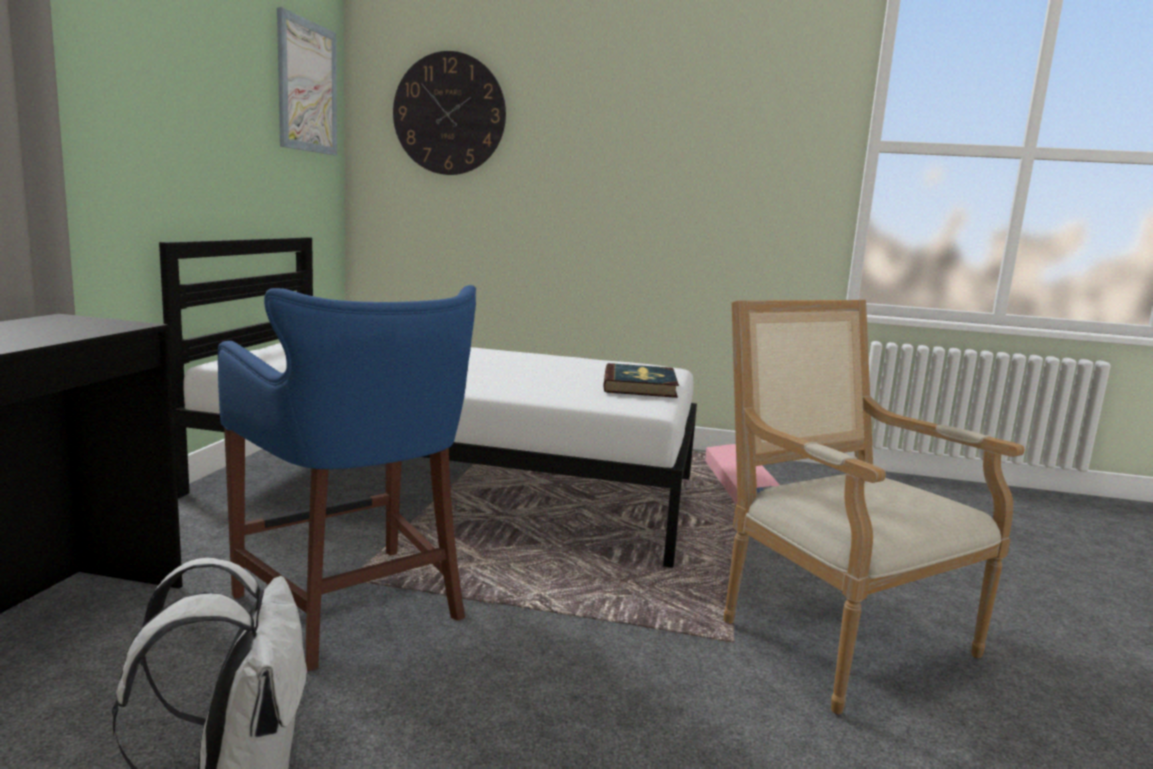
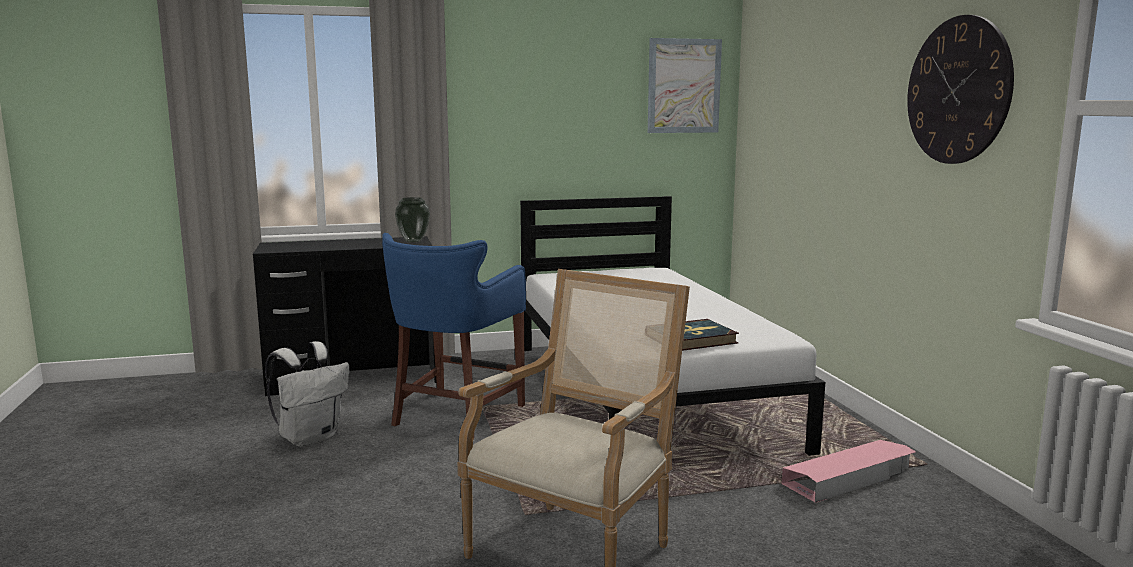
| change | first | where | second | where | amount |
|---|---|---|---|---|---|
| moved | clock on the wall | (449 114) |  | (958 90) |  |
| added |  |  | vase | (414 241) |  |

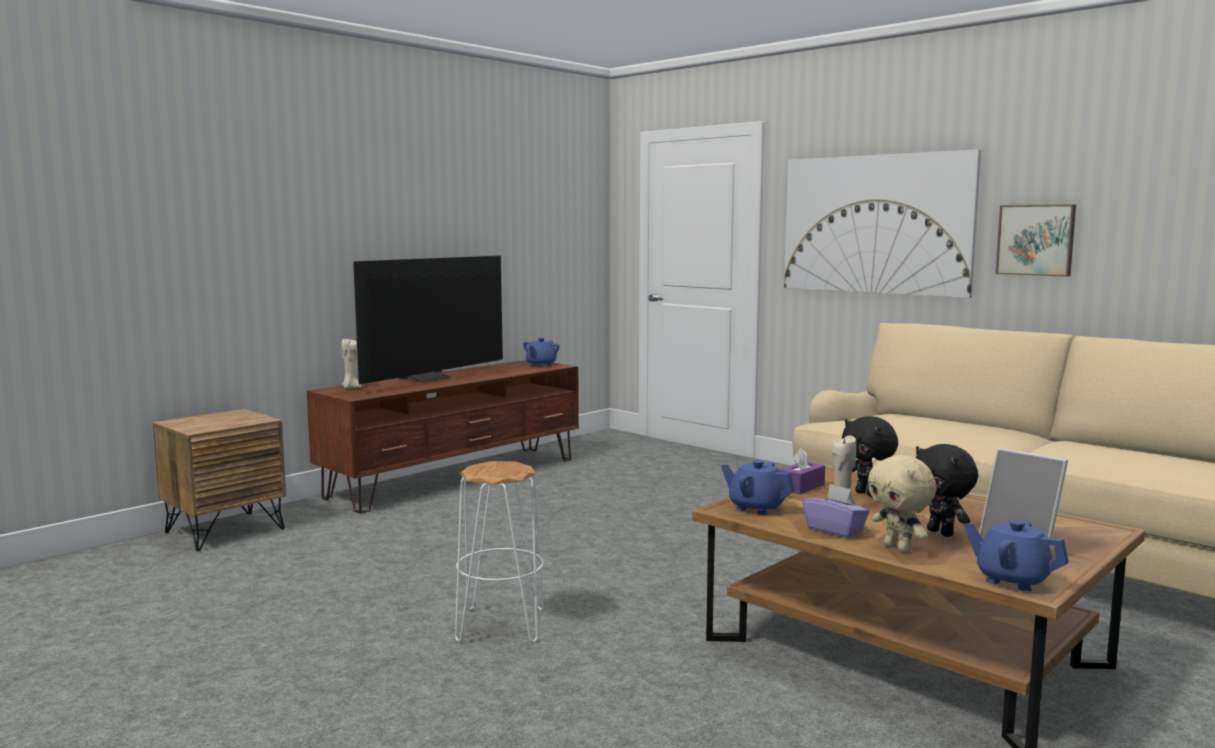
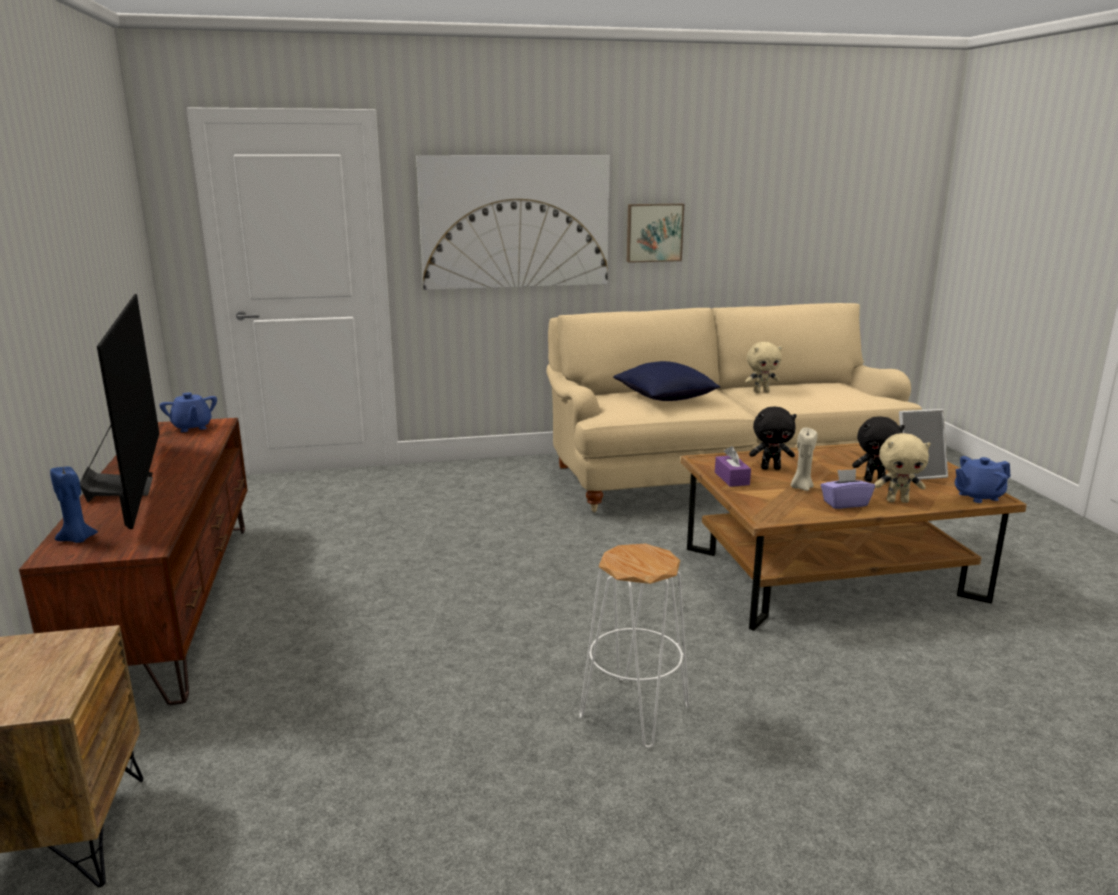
| change | first | where | second | where | amount |
|---|---|---|---|---|---|
| recoloured | sand-coloured wax light | (350 388) | blue wax light | (77 539) |  |
| removed | blue tea pot | (756 508) |  |  |  |
| added |  |  | sand-coloured cuddly toy | (761 392) |  |
| added |  |  | blue throw pillow | (665 398) |  |

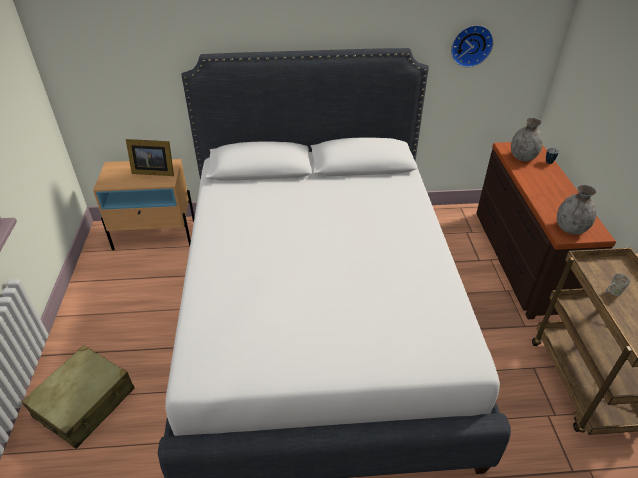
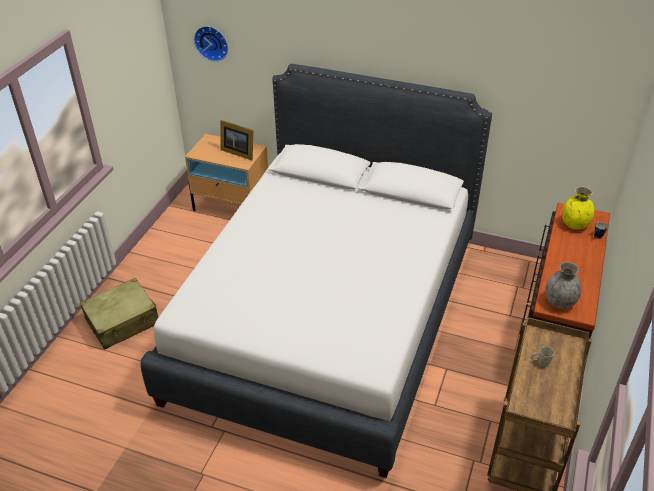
| change | first | where | second | where | amount |
|---|---|---|---|---|---|
| moved | clock on the wall | (471 45) |  | (212 42) |  |
| recoloured | grey vase | (522 157) | yellowish vase | (574 224) |  |

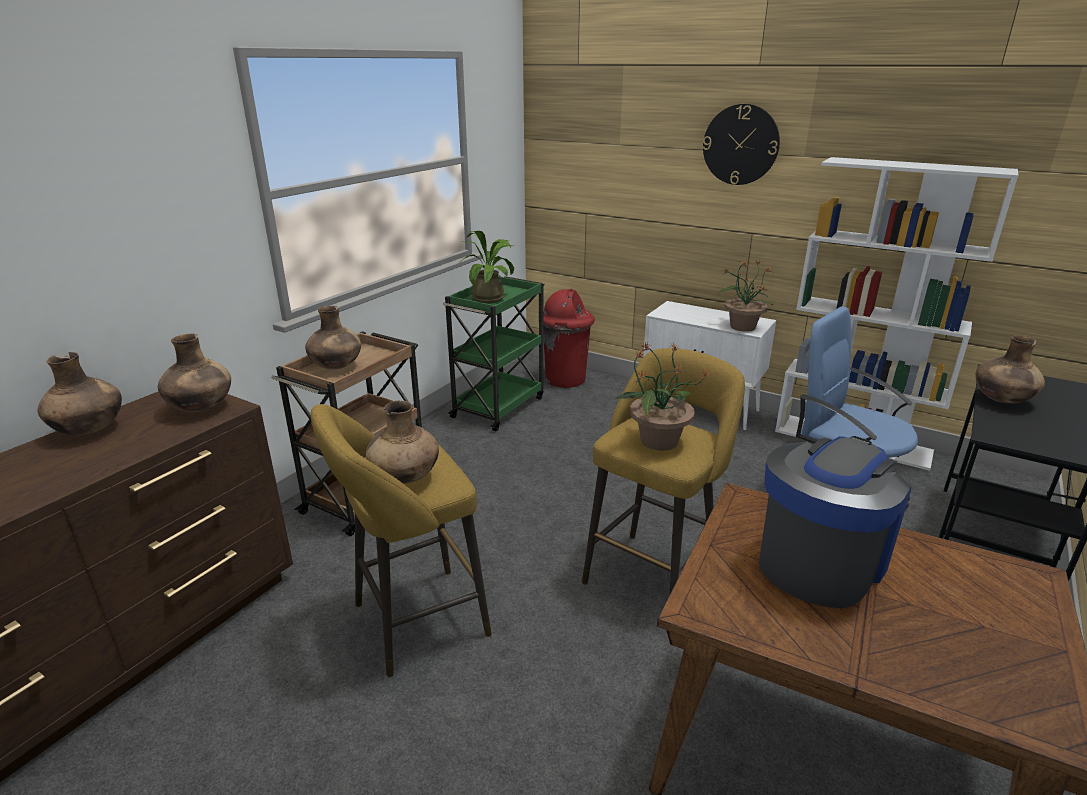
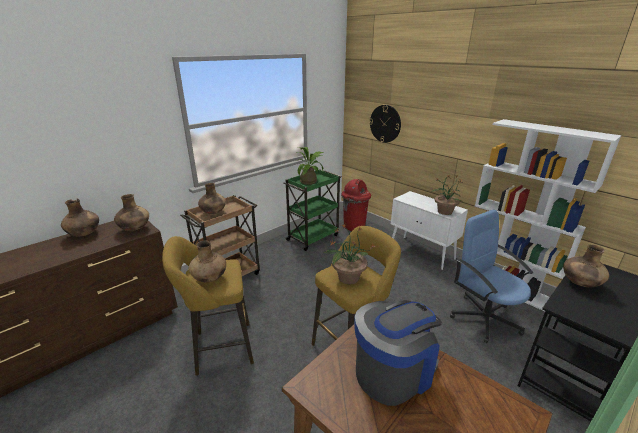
| change | first | where | second | where | amount |
|---|---|---|---|---|---|
| moved | clock on the wall | (740 145) |  | (385 123) |  |

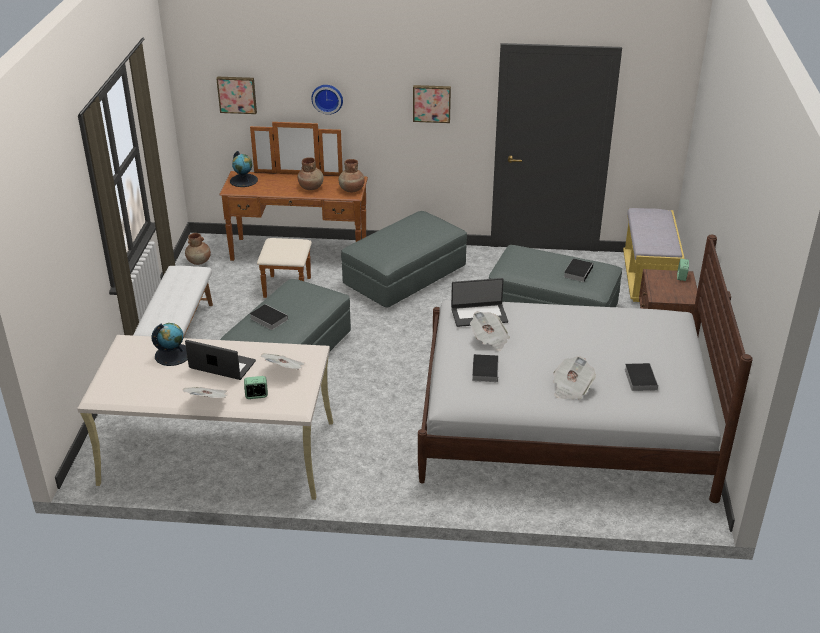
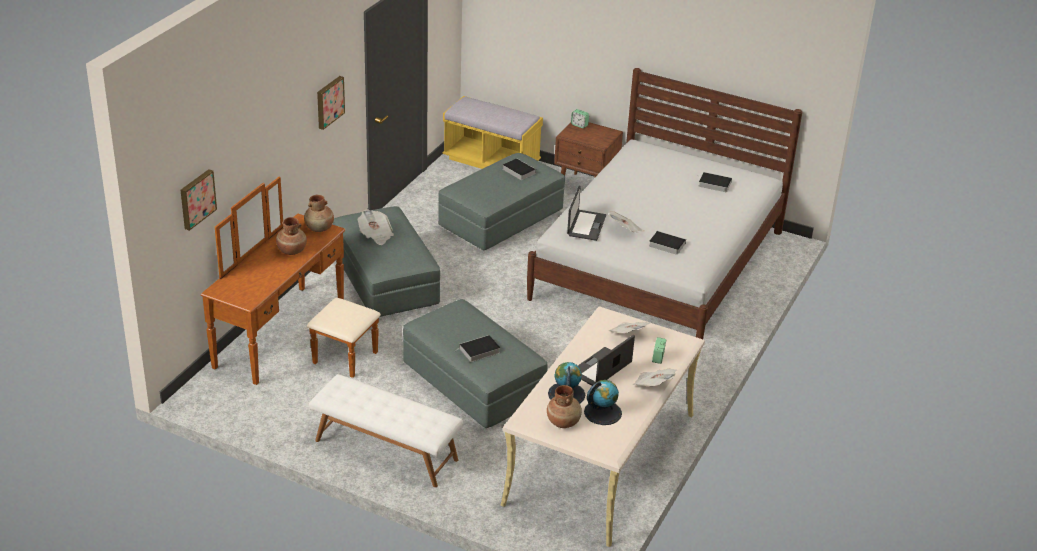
| change | first | where | second | where | amount |
|---|---|---|---|---|---|
| removed | clock on the wall | (327 98) |  |  |  |
| moved | globe | (244 180) |  | (602 412) |  |
| moved | brownish vase | (199 261) |  | (563 422) |  |
| moved | printed paper | (571 388) |  | (375 235) |  |

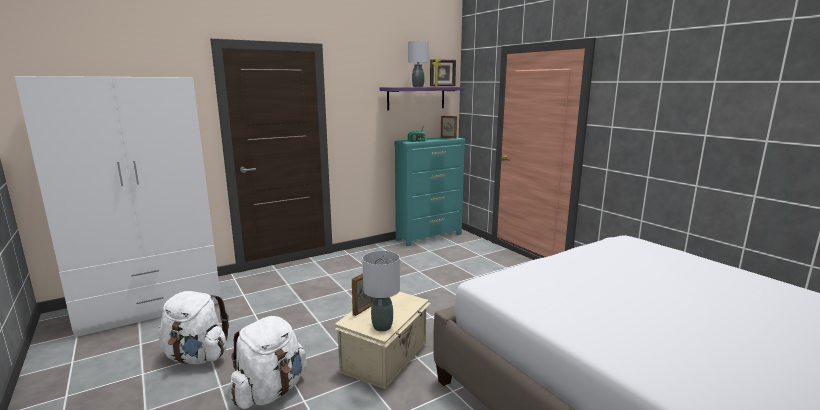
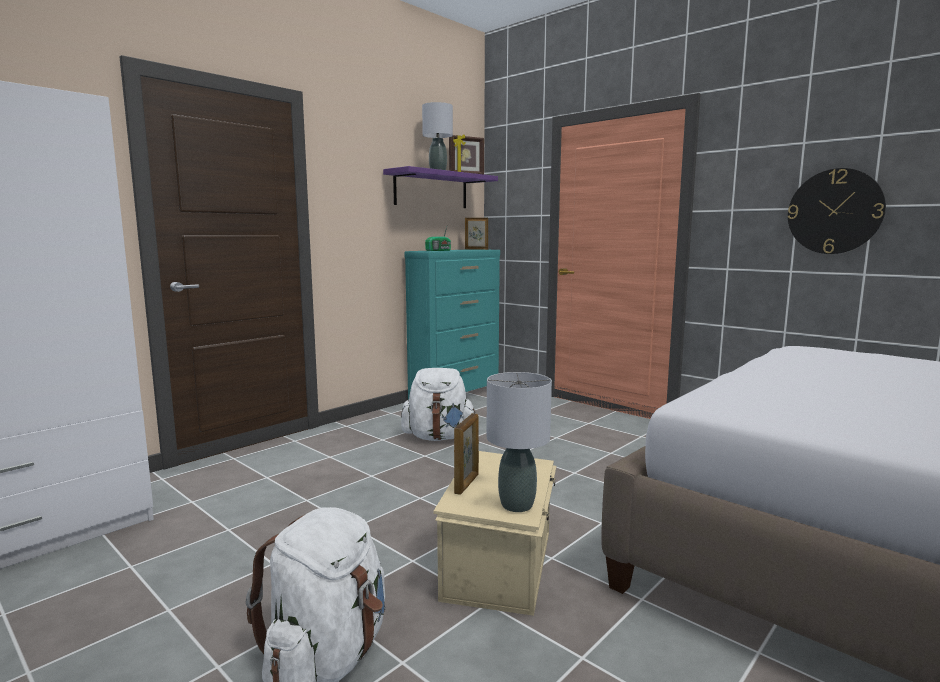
| change | first | where | second | where | amount |
|---|---|---|---|---|---|
| moved | white knapsack | (197 357) |  | (439 437) |  |
| added |  |  | clock on the wall | (834 211) |  |

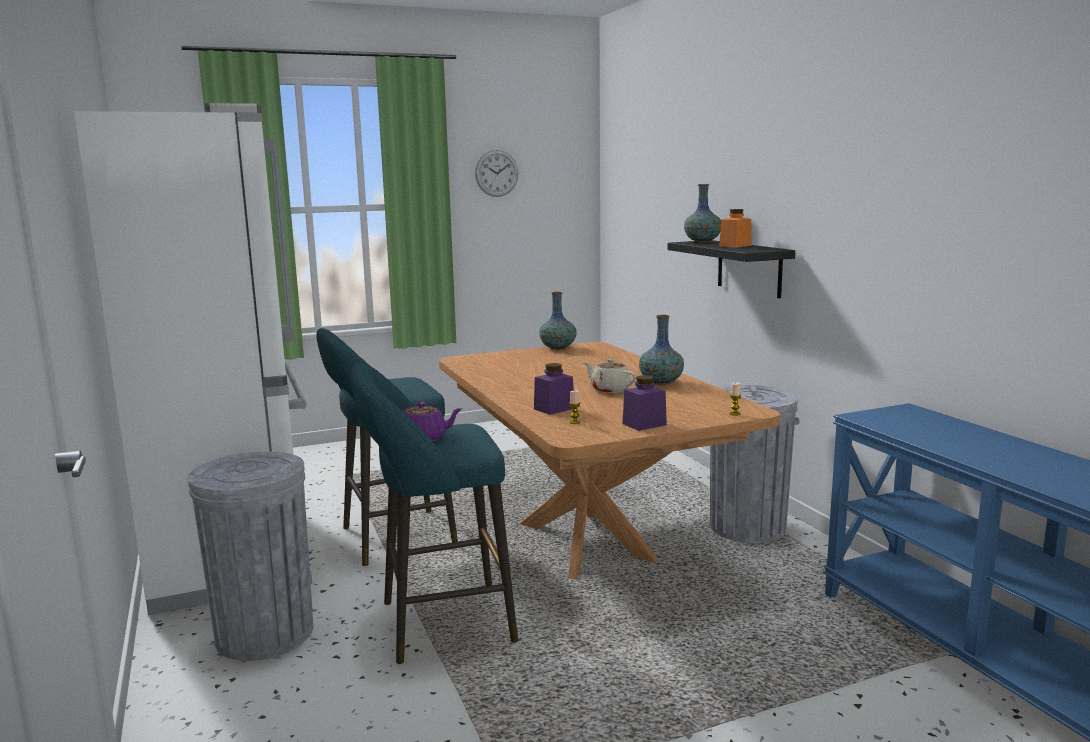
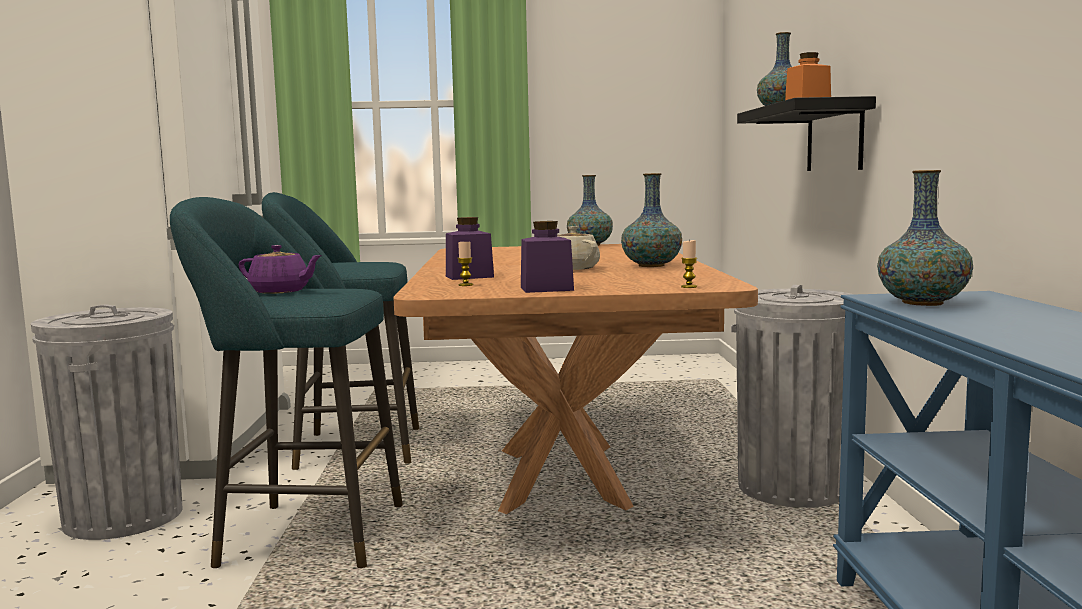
| change | first | where | second | where | amount |
|---|---|---|---|---|---|
| removed | clock on the wall | (496 173) |  |  |  |
| added |  |  | vase | (923 303) |  |

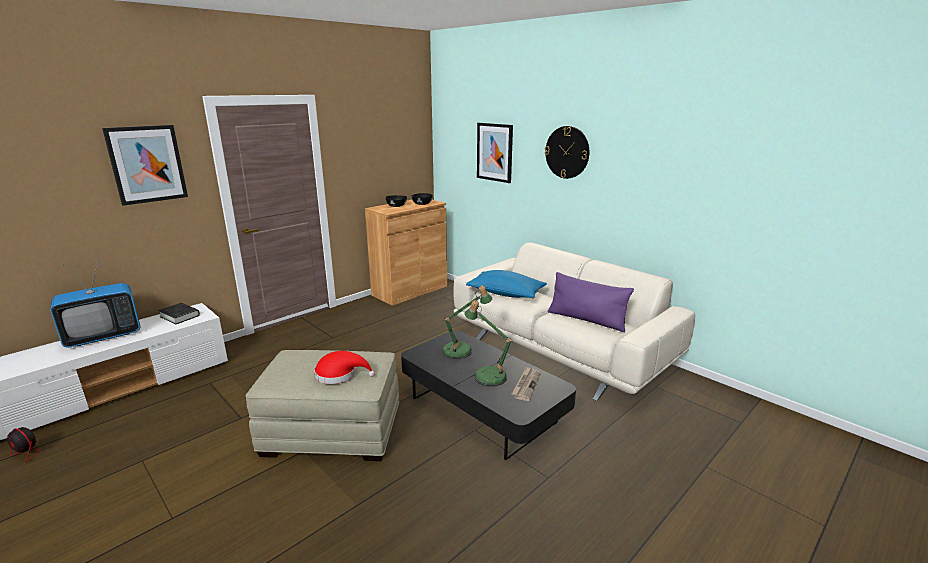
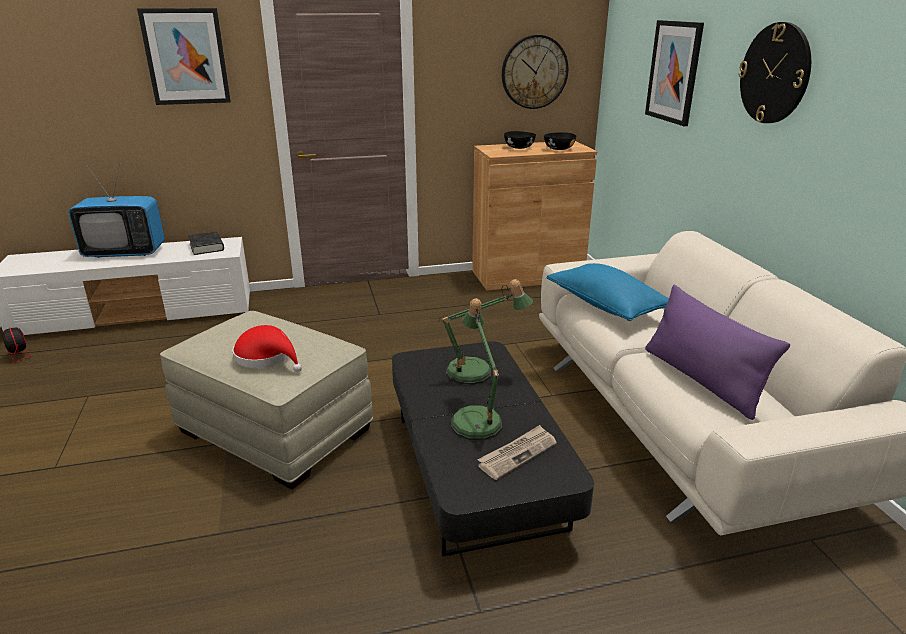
| change | first | where | second | where | amount |
|---|---|---|---|---|---|
| added |  |  | clock on the wall | (534 72) |  |

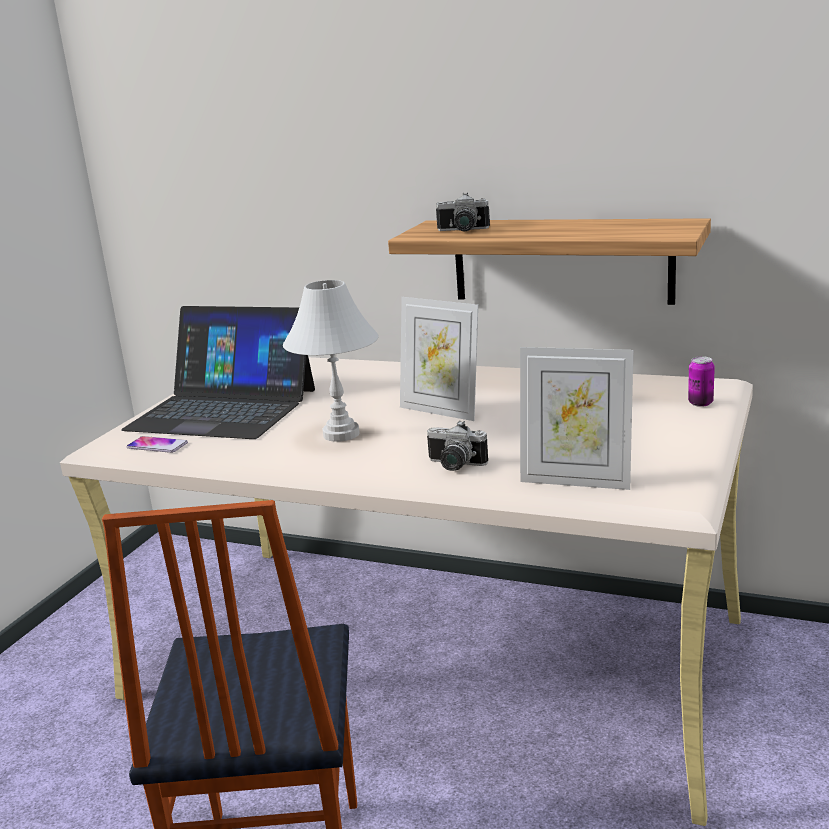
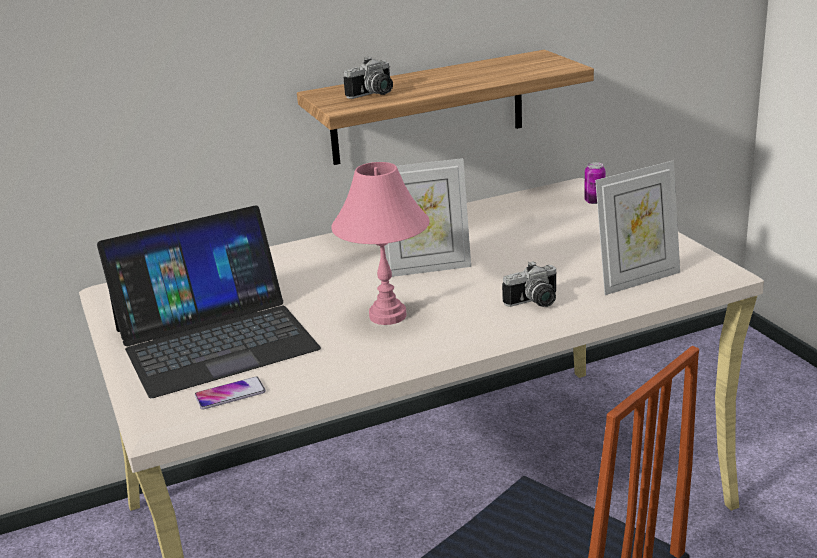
| change | first | where | second | where | amount |
|---|---|---|---|---|---|
| recoloured | white lamp for a table | (341 434) | pink lamp for a table | (387 315) |  |

